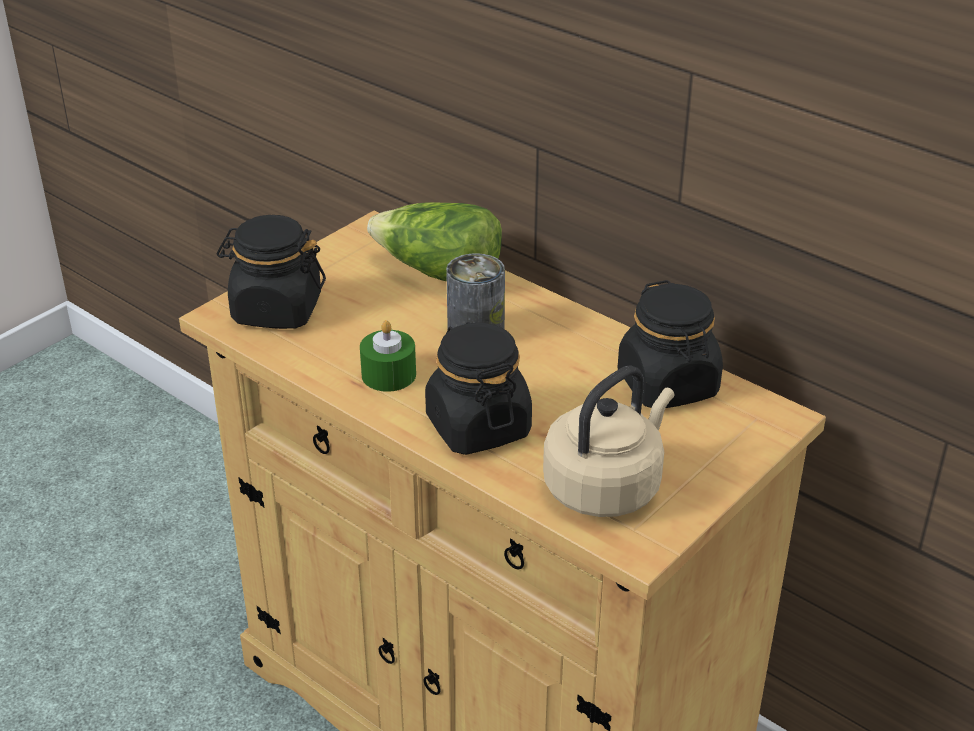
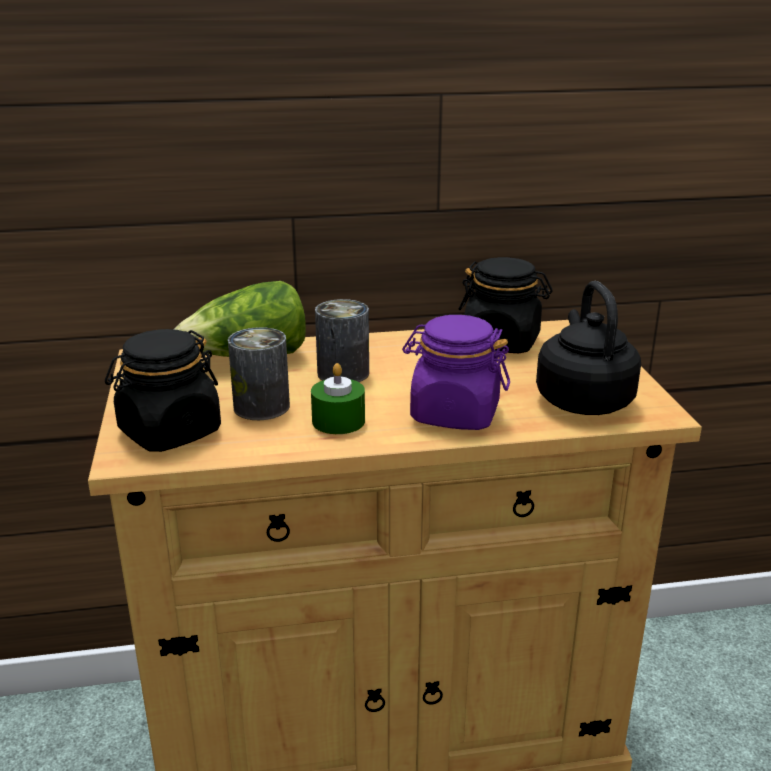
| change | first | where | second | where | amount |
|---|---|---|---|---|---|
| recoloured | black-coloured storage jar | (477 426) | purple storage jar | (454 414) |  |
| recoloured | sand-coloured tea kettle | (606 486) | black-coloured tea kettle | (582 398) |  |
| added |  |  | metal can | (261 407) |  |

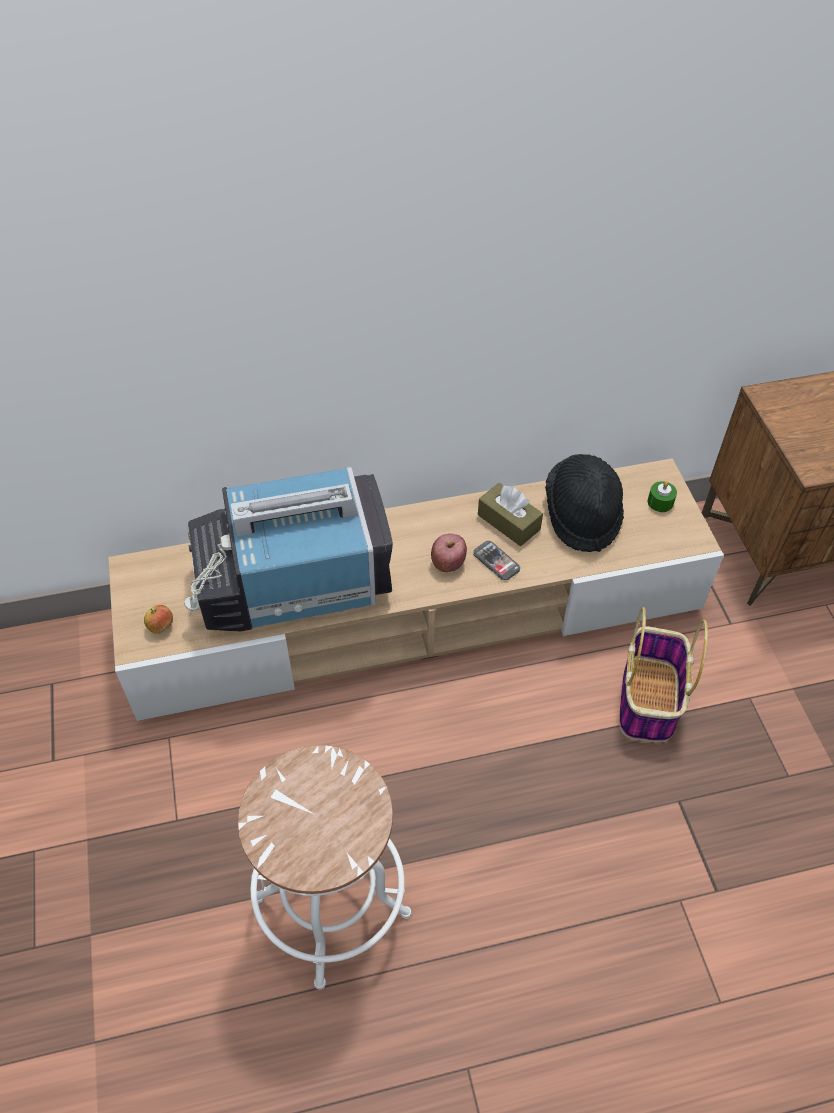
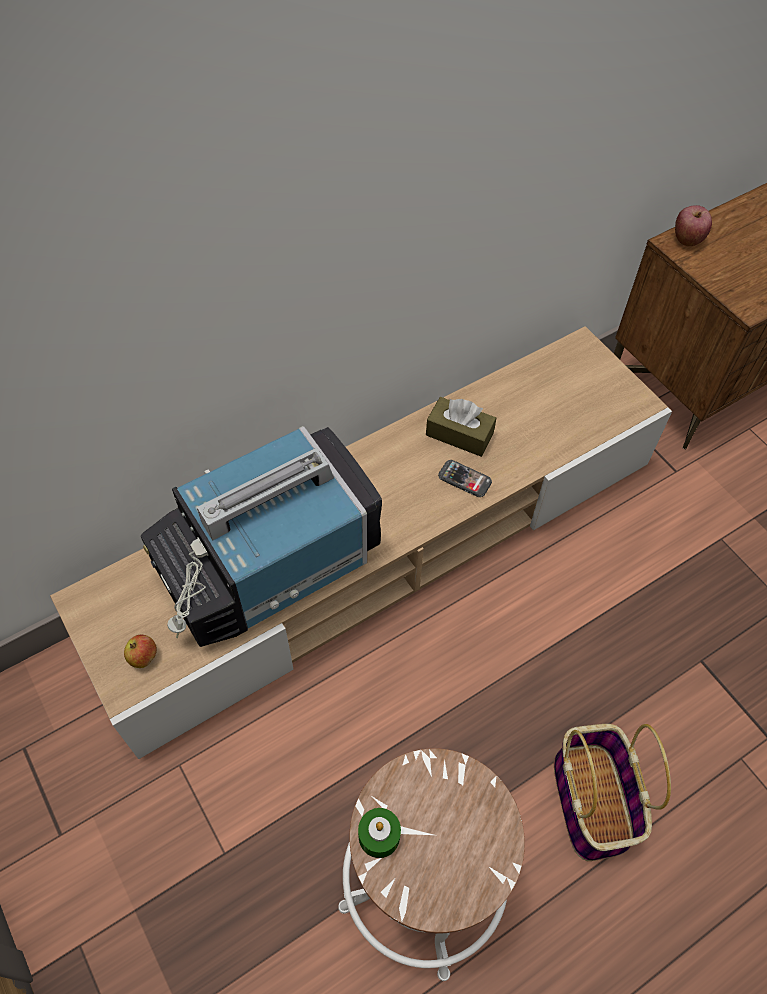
| change | first | where | second | where | amount |
|---|---|---|---|---|---|
| removed | black-coloured hat | (582 515) |  |  |  |
| moved | greenish wax light | (660 502) |  | (379 836) |  |
| moved | apple fruit | (448 563) |  | (687 239) |  |
| moved | household basket | (648 701) |  | (592 802) |  |

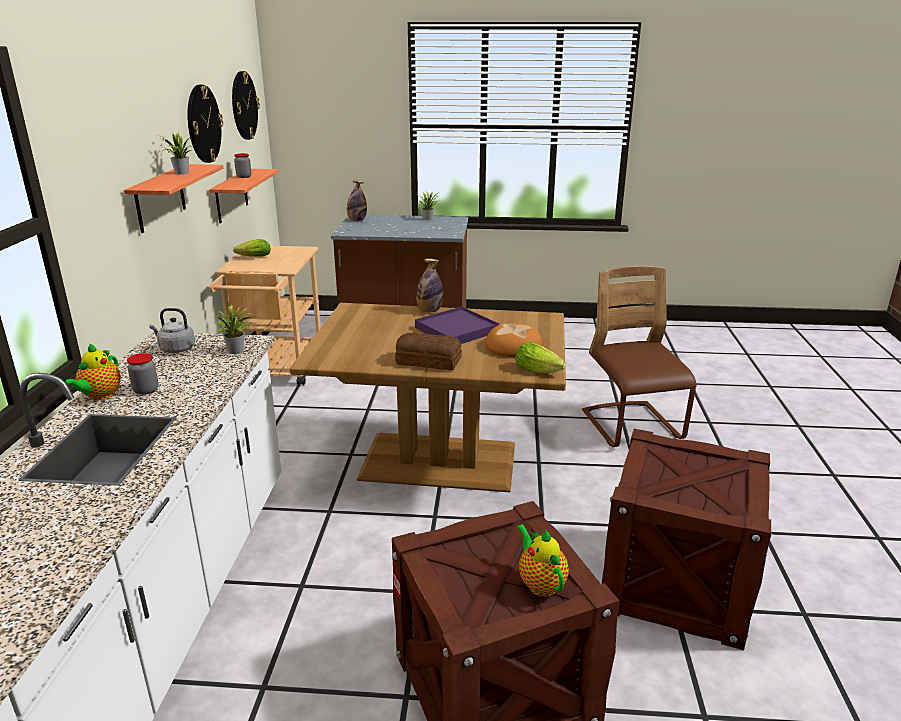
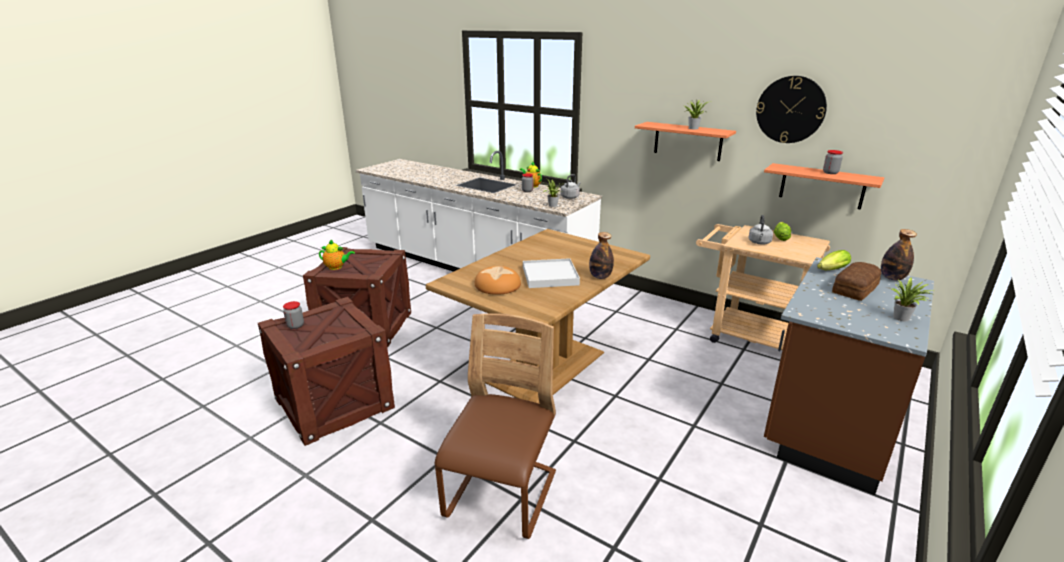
| change | first | where | second | where | amount |
|---|---|---|---|---|---|
| removed | clock on the wall | (244 105) |  |  |  |
| turned | brownish plain chair | (631 426) |  | (501 496) | 90 degrees counterclockwise |
| recoloured | purple tray | (456 330) | white tray | (550 276) |  |
| moved | baked bread | (428 361) |  | (856 289) |  |
| moved | lettuce | (540 371) |  | (830 271) |  |
| added |  |  | grey tea kettle | (759 243) |  |
| added |  |  | storage jar | (295 326) |  |

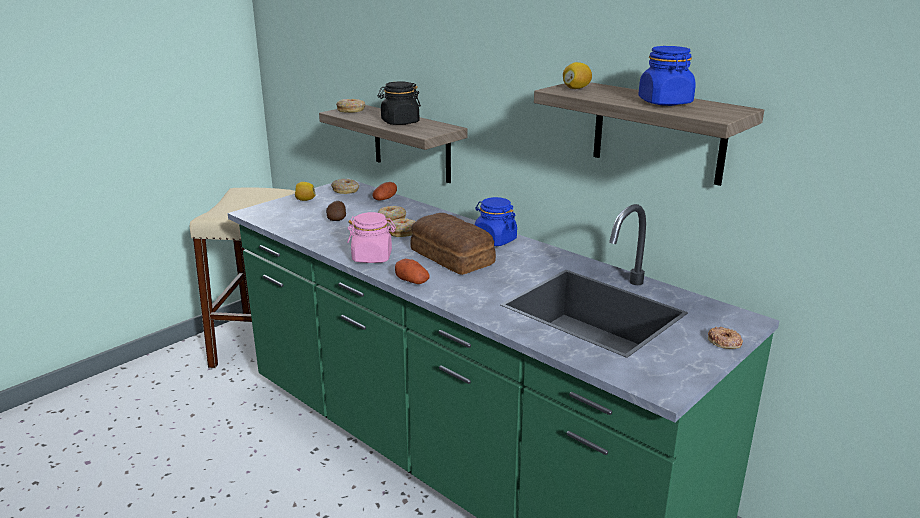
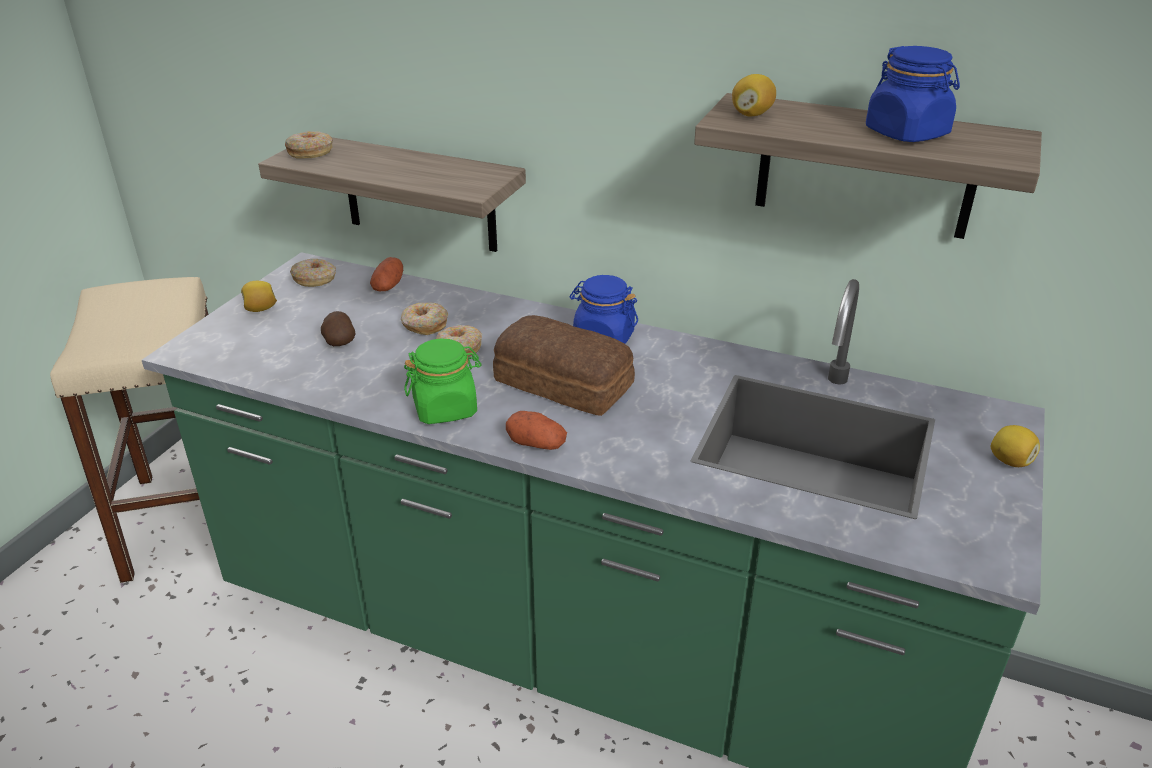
| change | first | where | second | where | amount |
|---|---|---|---|---|---|
| removed | black-coloured storage jar | (400 122) |  |  |  |
| recoloured | pink storage jar | (372 257) | greenish storage jar | (445 408) |  |
| replaced | doughnut | (724 342) | whole lemon | (1010 461) |  |

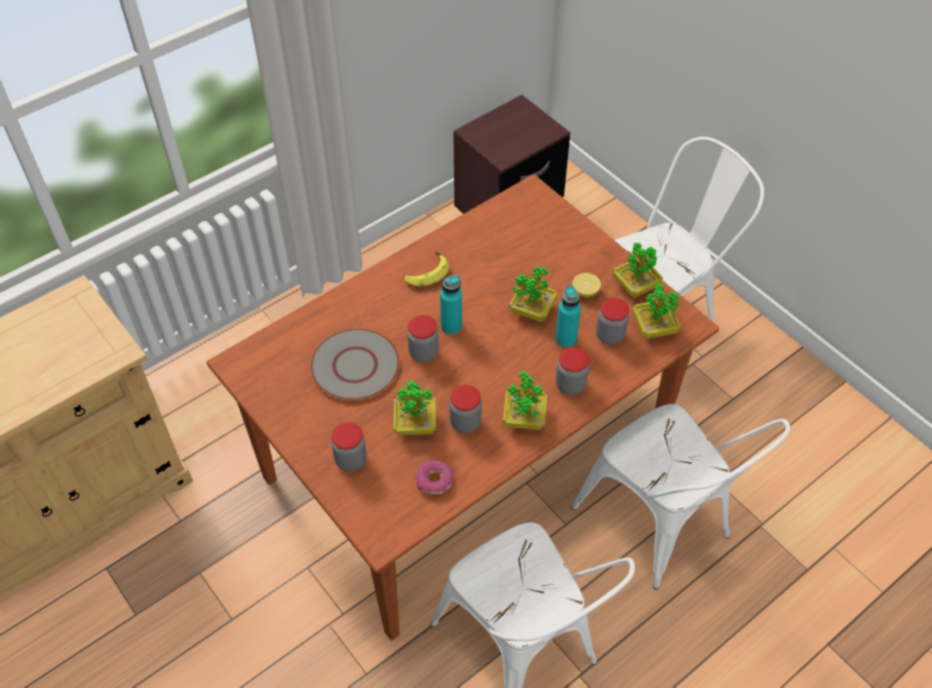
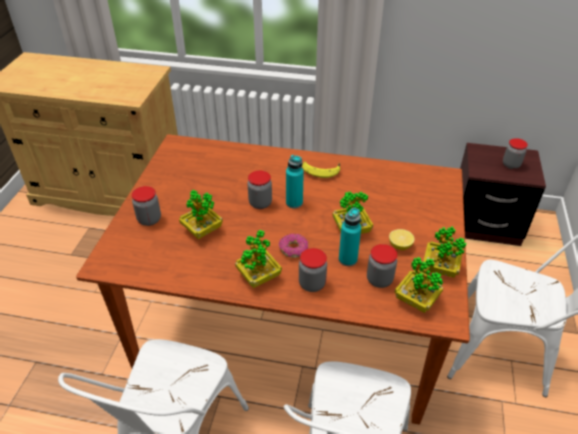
| change | first | where | second | where | amount |
|---|---|---|---|---|---|
| removed | grey dinner plate | (354 366) |  |  |  |
| moved | storage jar | (465 423) |  | (511 165) |  |
| moved | doughnut | (434 481) |  | (293 249) |  |

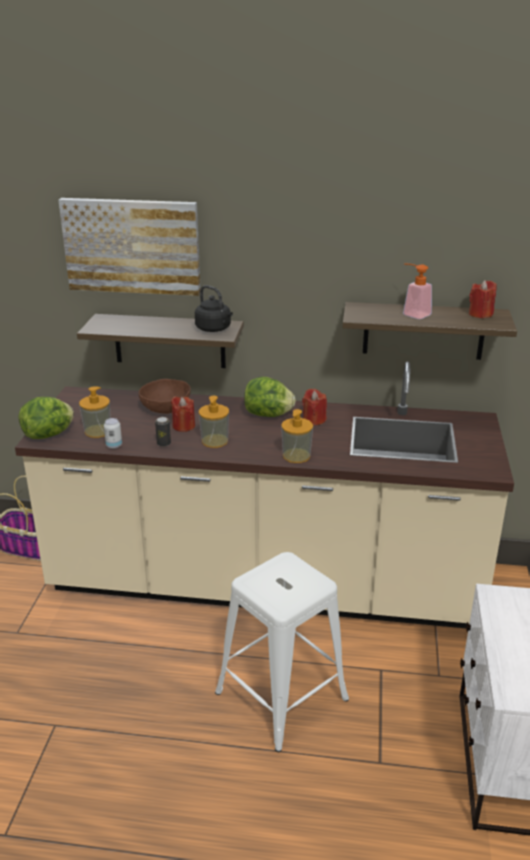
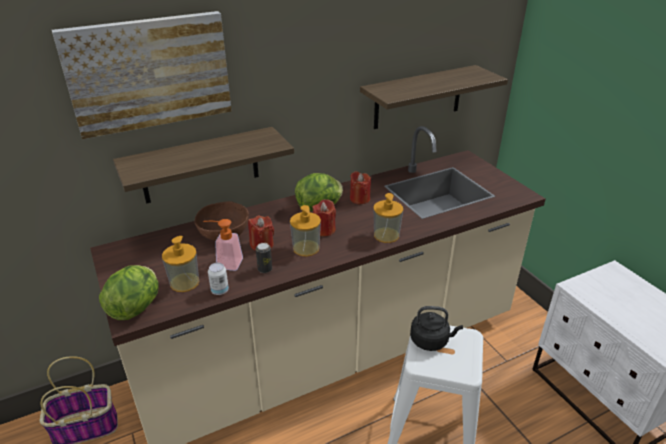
| change | first | where | second | where | amount |
|---|---|---|---|---|---|
| moved | soap dispenser | (413 314) |  | (225 263) |  |
| moved | red-coloured wax light | (480 314) |  | (324 230) |  |
| moved | black-coloured tea kettle | (214 329) |  | (431 341) |  |

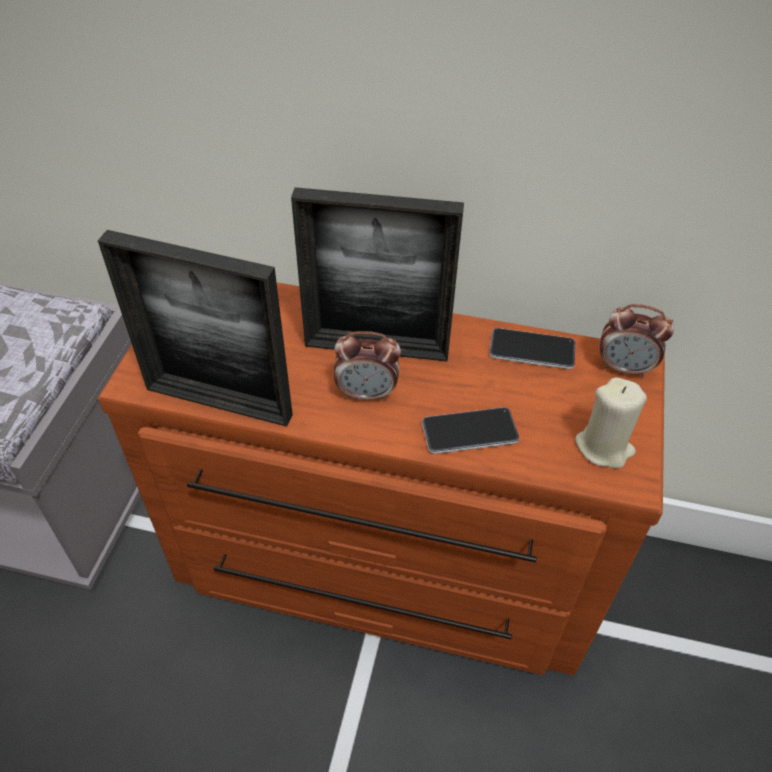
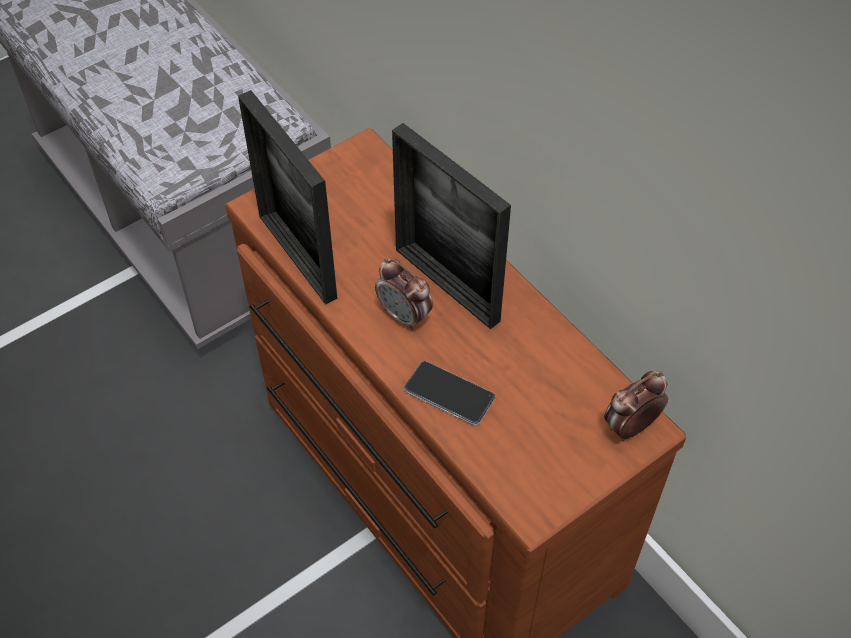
| change | first | where | second | where | amount |
|---|---|---|---|---|---|
| turned | alarm clock | (624 368) |  | (630 427) | 90 degrees clockwise |
| removed | telephone | (532 350) |  |  |  |
| removed | sand-coloured wax light | (604 447) |  |  |  |

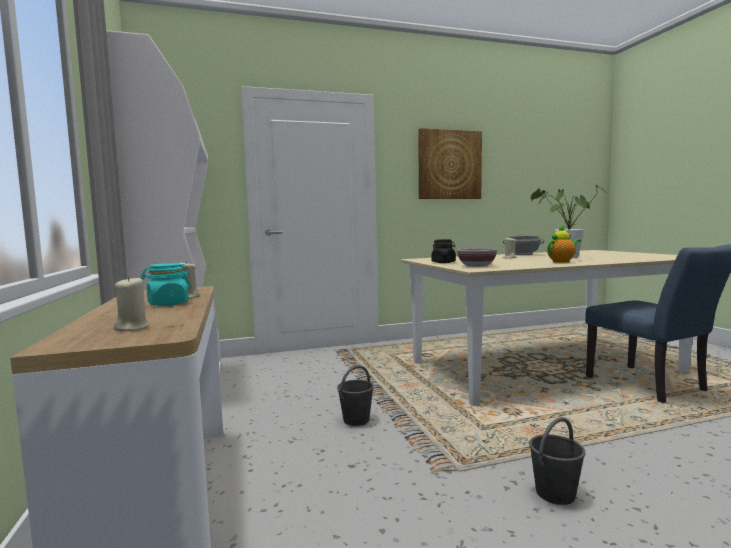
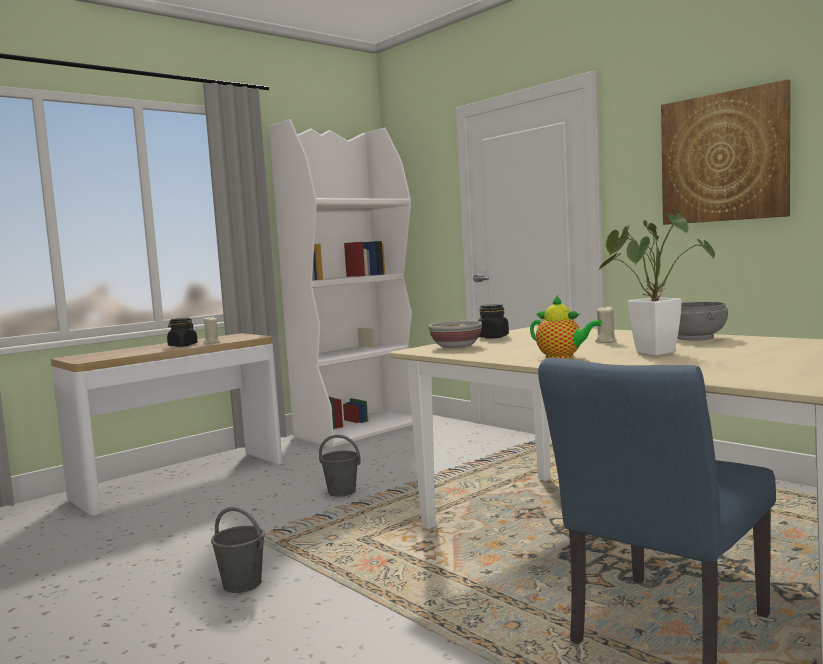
| change | first | where | second | where | amount |
|---|---|---|---|---|---|
| recoloured | turquoise storage jar | (168 304) | black-coloured storage jar | (182 345) |  |
| removed | sand-coloured wax light | (133 328) |  |  |  |

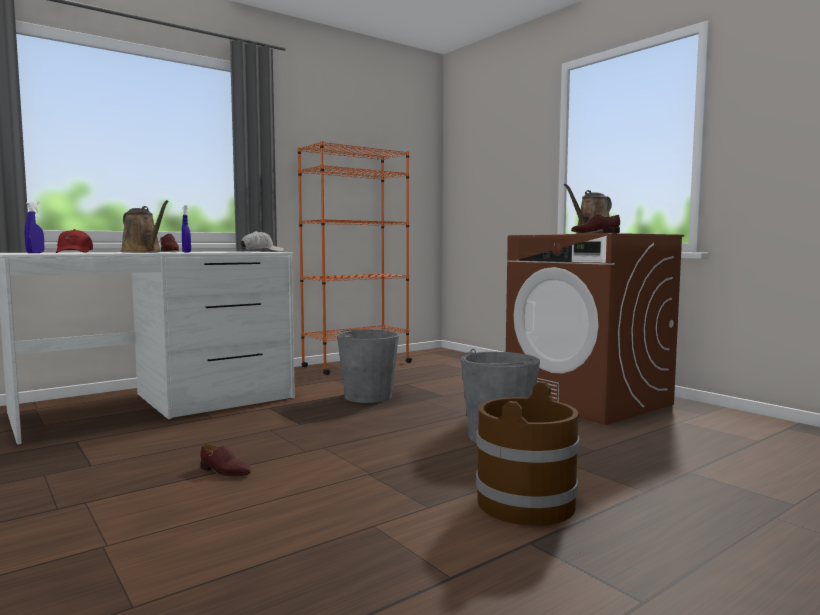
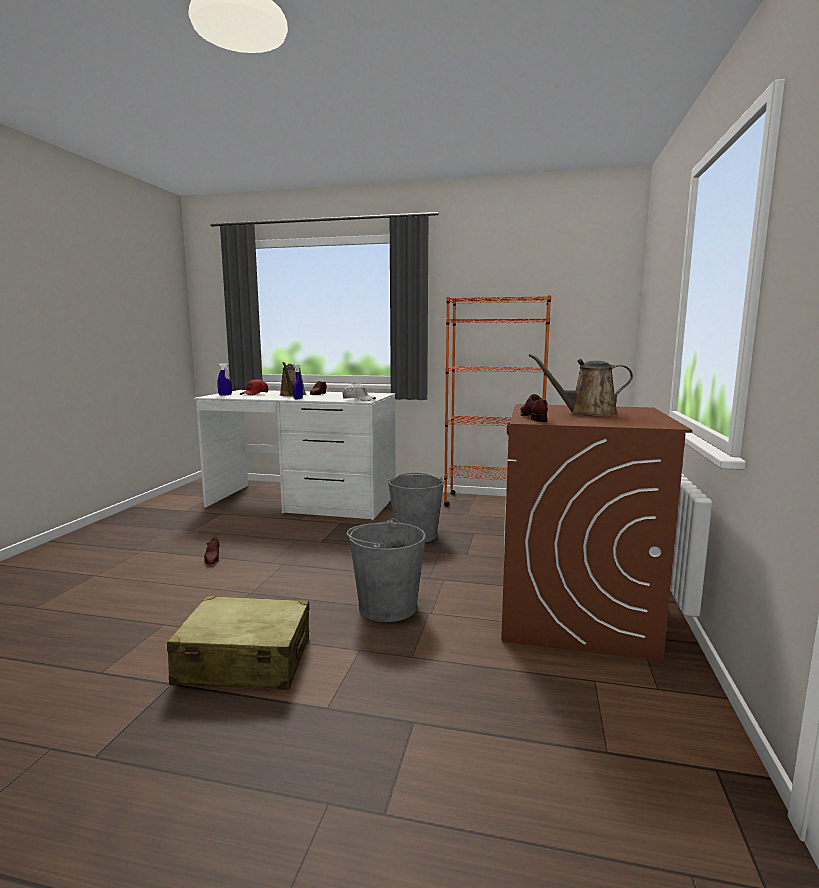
| change | first | where | second | where | amount |
|---|---|---|---|---|---|
| replaced | brownish water bucket | (525 503) | sand-coloured suitcase | (245 661) |  |

